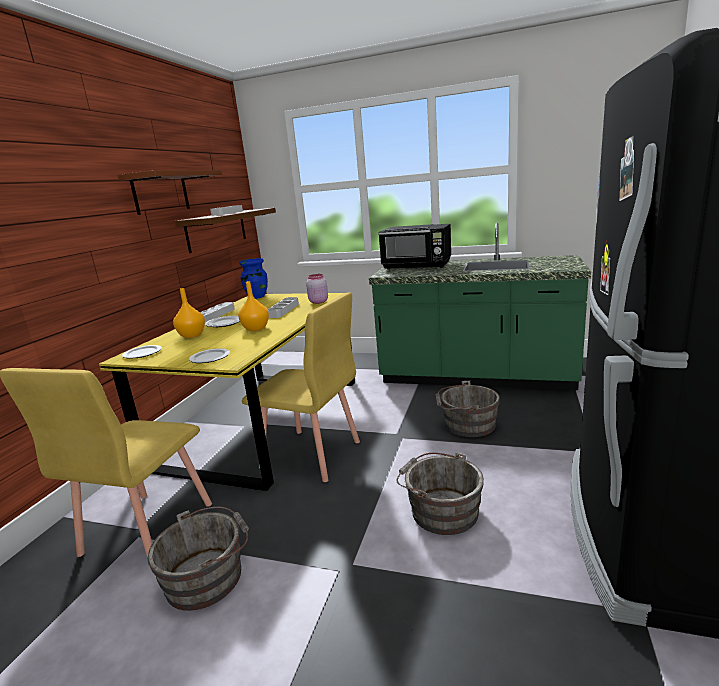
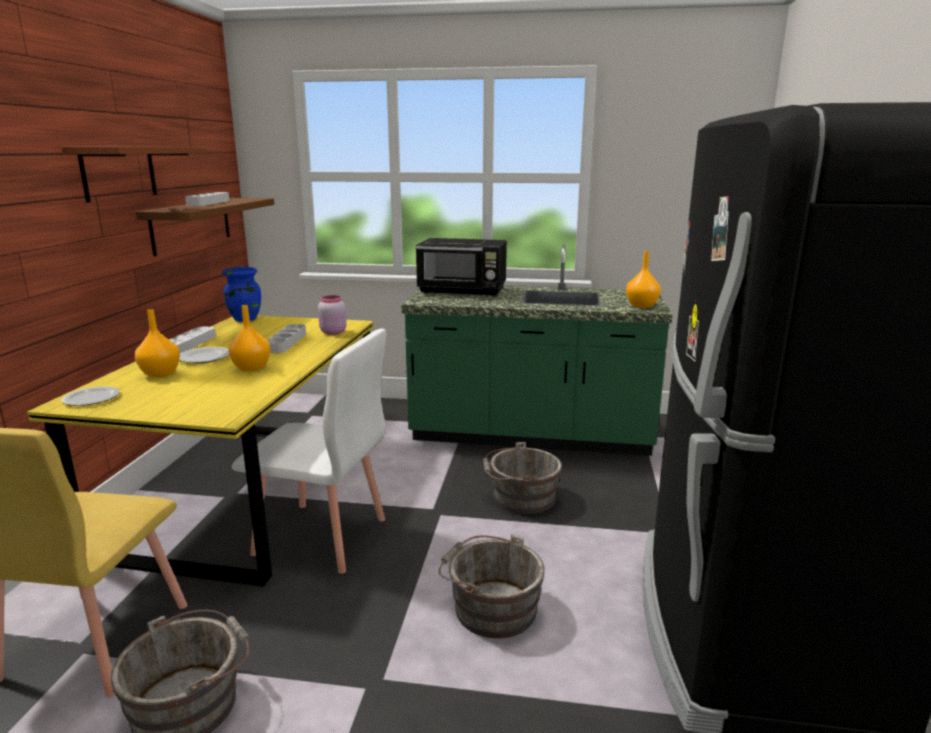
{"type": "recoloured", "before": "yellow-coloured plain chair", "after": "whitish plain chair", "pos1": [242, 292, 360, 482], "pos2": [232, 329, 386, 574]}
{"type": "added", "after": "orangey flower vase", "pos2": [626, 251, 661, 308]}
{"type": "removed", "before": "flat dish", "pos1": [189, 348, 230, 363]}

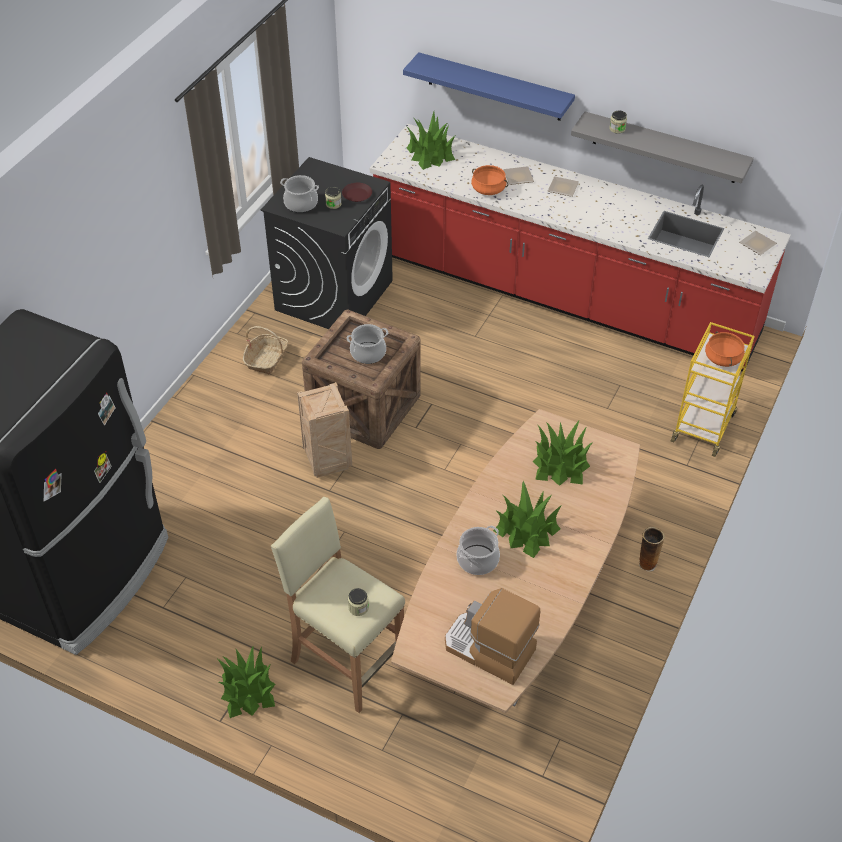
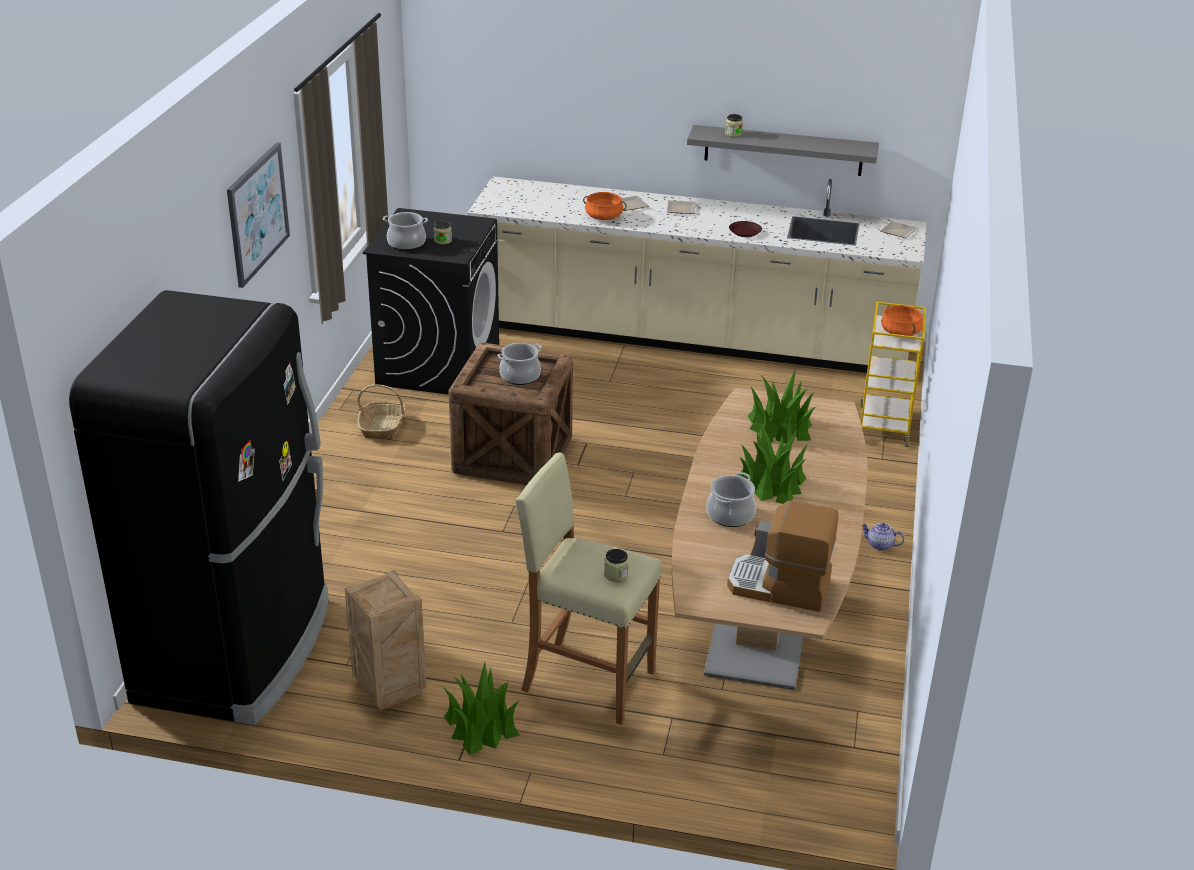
{"type": "added", "after": "wall art", "pos2": [227, 142, 290, 288]}
{"type": "moved", "before": "packing crate", "pos1": [297, 382, 352, 478], "pos2": [345, 569, 427, 710]}
{"type": "recoloured", "before": "red-coloured counter", "after": "sand-coloured counter", "pos1": [370, 124, 790, 371], "pos2": [467, 176, 926, 373]}
{"type": "moved", "before": "brown-coloured flat dish", "pos1": [342, 183, 372, 202], "pos2": [729, 221, 762, 237]}
{"type": "replaced", "before": "flower vase", "after": "teapot", "pos1": [639, 527, 665, 572], "pos2": [863, 523, 904, 551]}
{"type": "removed", "before": "blue-coloured shelf", "pos1": [403, 52, 575, 121]}
{"type": "removed", "before": "houseplant", "pos1": [406, 112, 455, 170]}

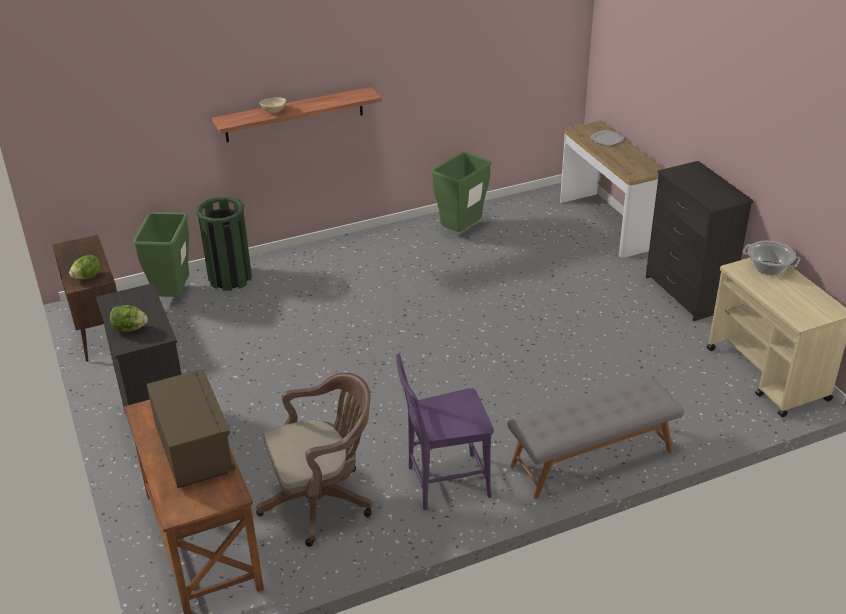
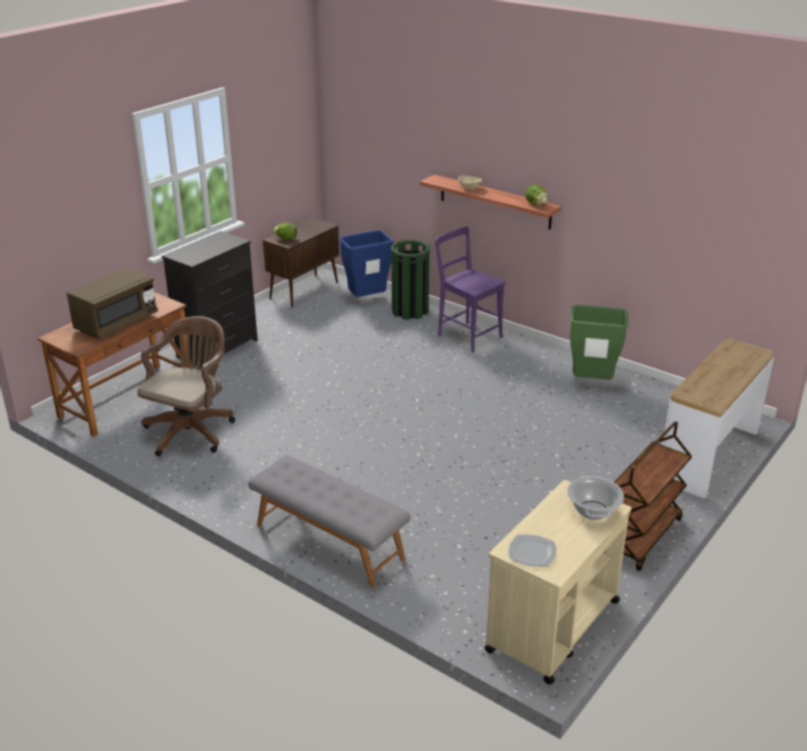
{"type": "turned", "before": "brown-coloured desk chair", "pos1": [256, 373, 372, 547], "pos2": [137, 316, 235, 456], "turn": -105}
{"type": "recoloured", "before": "green rubbish bin", "after": "blue-coloured rubbish bin", "pos1": [133, 212, 189, 297], "pos2": [339, 230, 393, 297]}
{"type": "moved", "before": "purple-coloured plain chair", "pos1": [396, 354, 494, 510], "pos2": [435, 227, 506, 352]}
{"type": "moved", "before": "flat dish", "pos1": [589, 130, 624, 146], "pos2": [509, 534, 556, 567]}
{"type": "moved", "before": "lettuce", "pos1": [110, 305, 148, 332], "pos2": [525, 184, 548, 205]}
{"type": "replaced", "before": "black-coloured dresser", "after": "brown-coloured wheeled cart", "pos1": [646, 161, 754, 321], "pos2": [614, 421, 692, 571]}

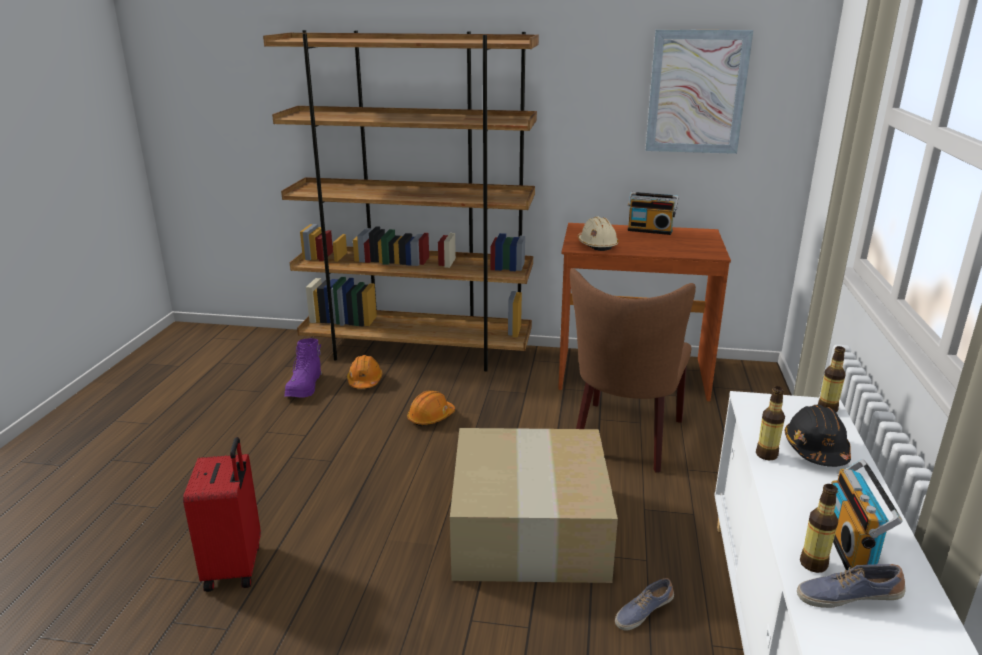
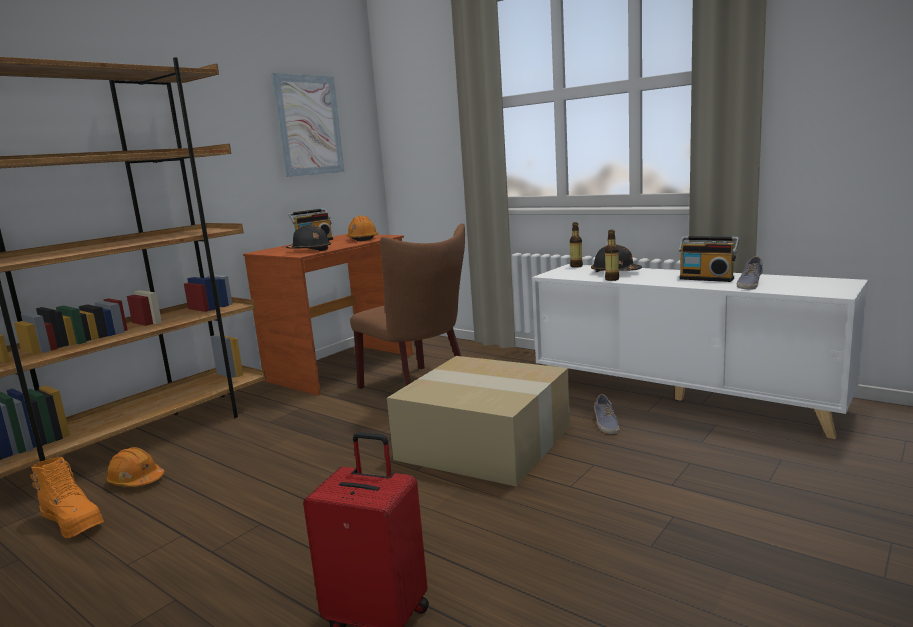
{"type": "recoloured", "before": "purple-coloured high-top boot", "after": "orangey high-top boot", "pos1": [284, 338, 322, 398], "pos2": [30, 457, 104, 538]}
{"type": "recoloured", "before": "sand-coloured hard hat", "after": "black-coloured hard hat", "pos1": [578, 217, 619, 251], "pos2": [286, 225, 331, 251]}
{"type": "moved", "before": "orangey hard hat", "pos1": [407, 390, 455, 427], "pos2": [346, 215, 378, 241]}
{"type": "removed", "before": "beverage bottle", "pos1": [800, 484, 838, 573]}

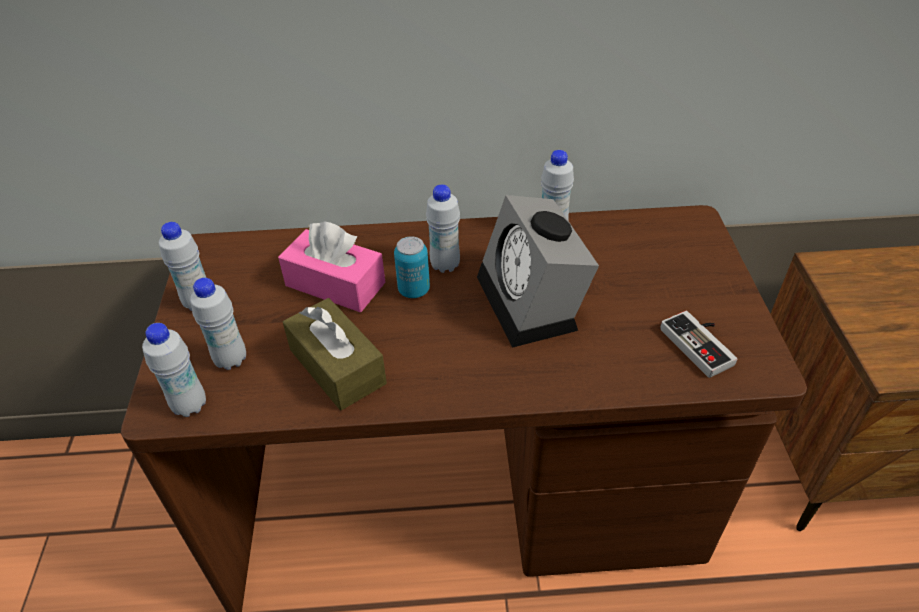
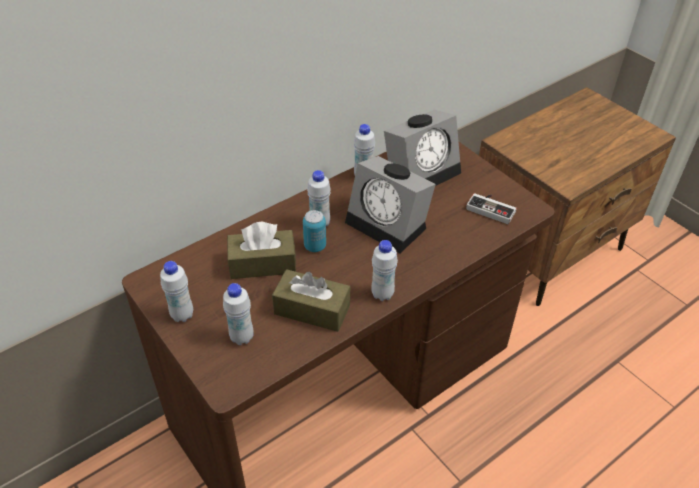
{"type": "recoloured", "before": "pink-coloured tissue holder", "after": "brown-coloured tissue holder", "pos1": [278, 221, 385, 312], "pos2": [227, 222, 296, 279]}
{"type": "moved", "before": "whitish beverage bottle", "pos1": [142, 323, 206, 417], "pos2": [371, 240, 398, 301]}
{"type": "added", "after": "alarm clock", "pos2": [384, 109, 461, 186]}

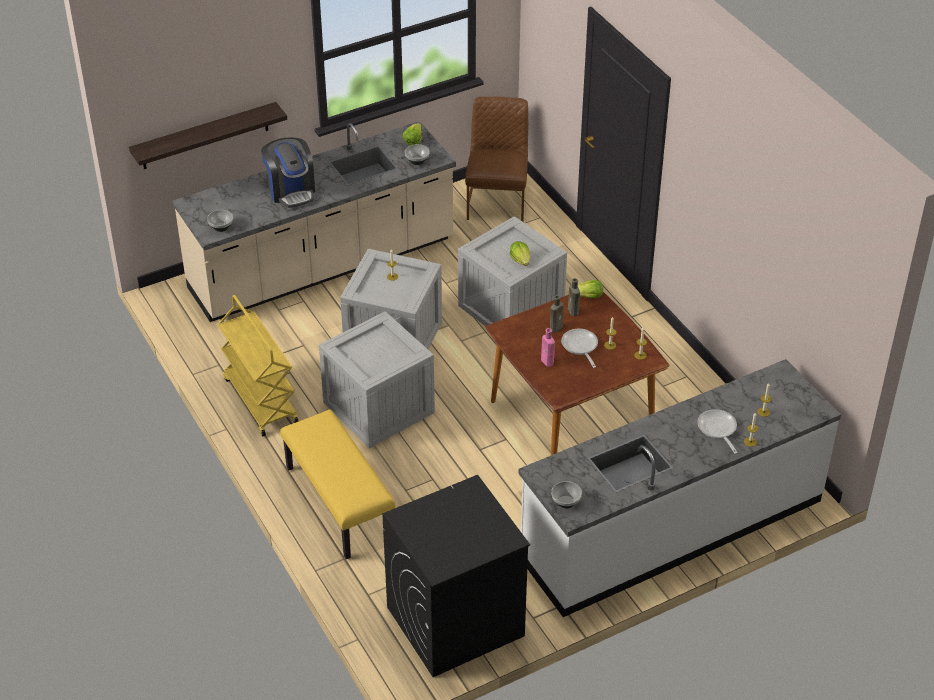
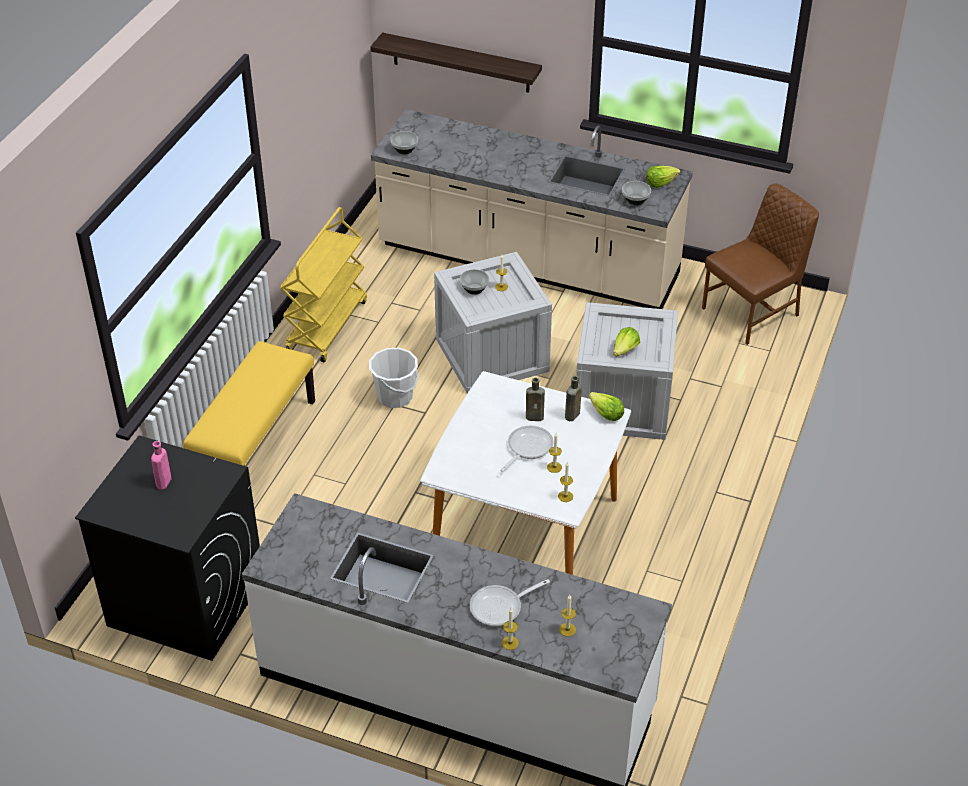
{"type": "moved", "before": "pink-coloured beverage bottle", "pos1": [541, 328, 555, 367], "pos2": [151, 441, 172, 490]}
{"type": "replaced", "before": "packing crate", "after": "whitish water bucket", "pos1": [319, 311, 435, 448], "pos2": [369, 348, 418, 408]}
{"type": "recoloured", "before": "brown-coloured dinner table", "after": "whitish dinner table", "pos1": [485, 292, 670, 455], "pos2": [420, 371, 631, 575]}
{"type": "moved", "before": "bowl", "pos1": [551, 481, 582, 508], "pos2": [460, 269, 489, 295]}
{"type": "turned", "before": "frying pan", "pos1": [697, 409, 738, 454], "pos2": [470, 579, 550, 626], "turn": -150}
{"type": "removed", "before": "coffee brewer", "pos1": [261, 138, 315, 208]}

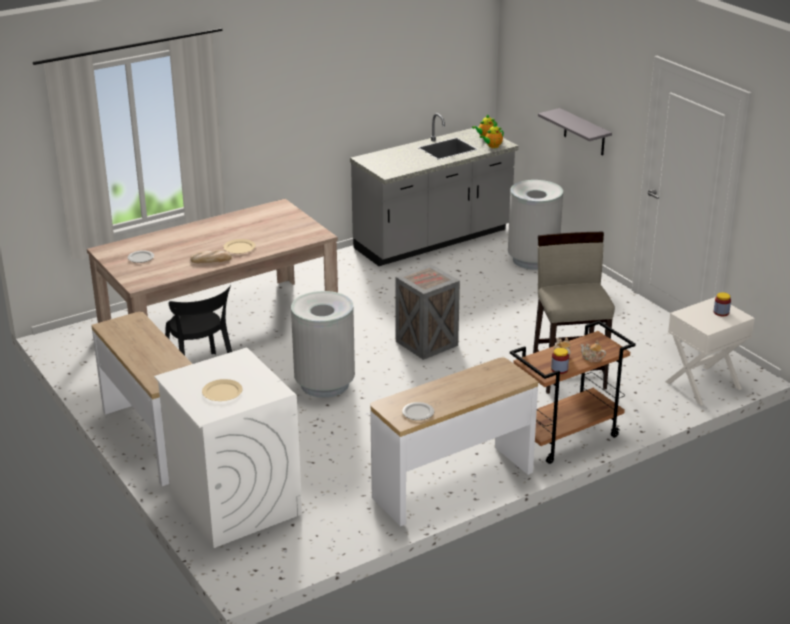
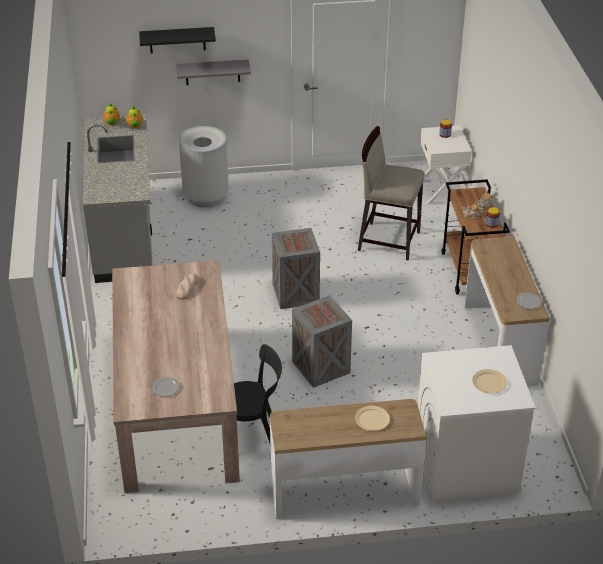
{"type": "added", "after": "black-coloured shelf", "pos2": [139, 27, 216, 54]}
{"type": "moved", "before": "baked bread", "pos1": [190, 250, 232, 263], "pos2": [175, 274, 198, 300]}
{"type": "replaced", "before": "grey rubbish bin", "after": "packing crate", "pos1": [291, 291, 355, 398], "pos2": [292, 296, 352, 388]}
{"type": "moved", "before": "sand-coloured flat dish", "pos1": [223, 239, 256, 254], "pos2": [355, 406, 390, 431]}

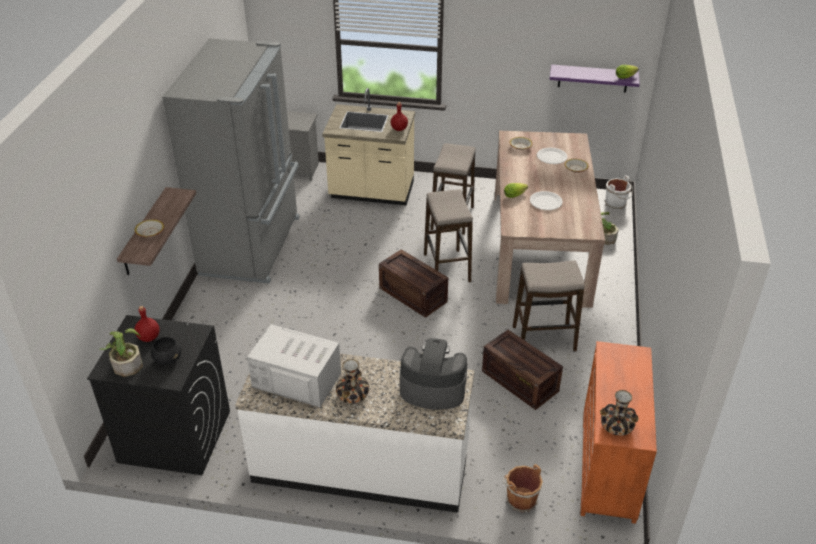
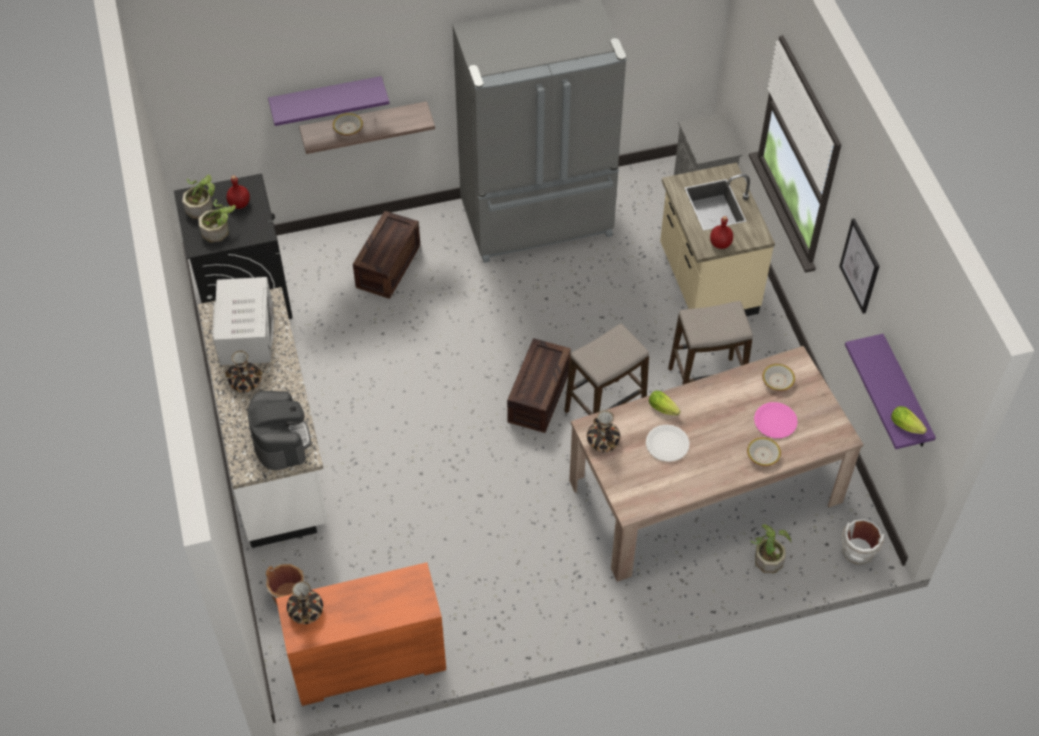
{"type": "replaced", "before": "black-coloured bowl", "after": "houseplant", "pos1": [151, 337, 182, 365], "pos2": [198, 199, 236, 242]}
{"type": "added", "after": "purple-coloured shelf", "pos2": [268, 76, 389, 126]}
{"type": "moved", "before": "packing crate", "pos1": [482, 330, 563, 410], "pos2": [353, 211, 420, 299]}
{"type": "added", "after": "flower vase", "pos2": [587, 411, 620, 452]}
{"type": "recoloured", "before": "whitish flat dish", "after": "pink-coloured flat dish", "pos1": [537, 148, 567, 164], "pos2": [754, 402, 798, 438]}
{"type": "added", "after": "wall art", "pos2": [839, 218, 879, 314]}
{"type": "removed", "before": "sitting stool", "pos1": [513, 261, 585, 351]}

